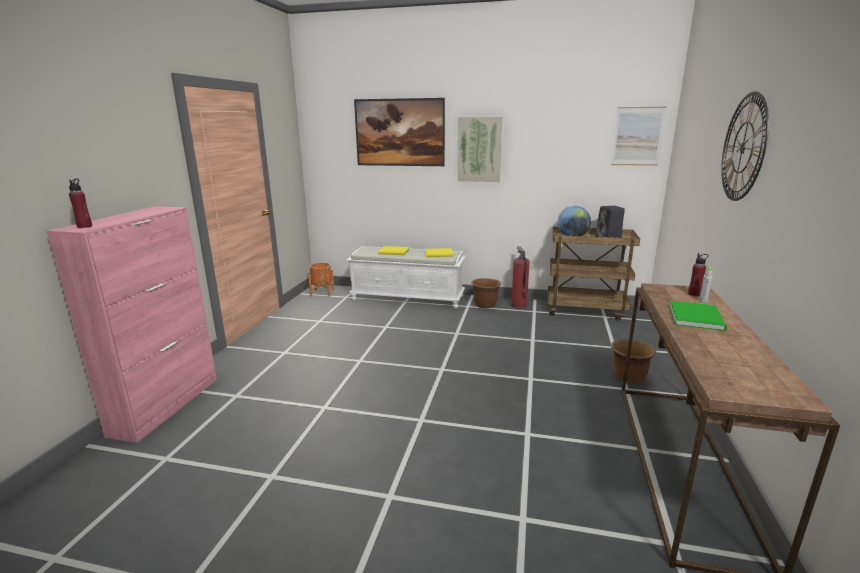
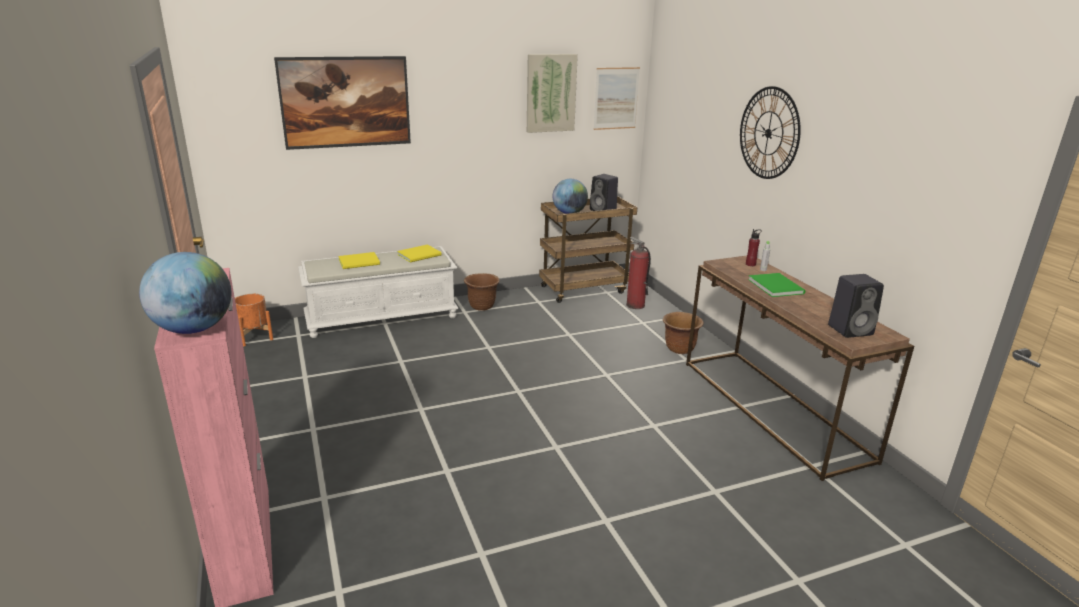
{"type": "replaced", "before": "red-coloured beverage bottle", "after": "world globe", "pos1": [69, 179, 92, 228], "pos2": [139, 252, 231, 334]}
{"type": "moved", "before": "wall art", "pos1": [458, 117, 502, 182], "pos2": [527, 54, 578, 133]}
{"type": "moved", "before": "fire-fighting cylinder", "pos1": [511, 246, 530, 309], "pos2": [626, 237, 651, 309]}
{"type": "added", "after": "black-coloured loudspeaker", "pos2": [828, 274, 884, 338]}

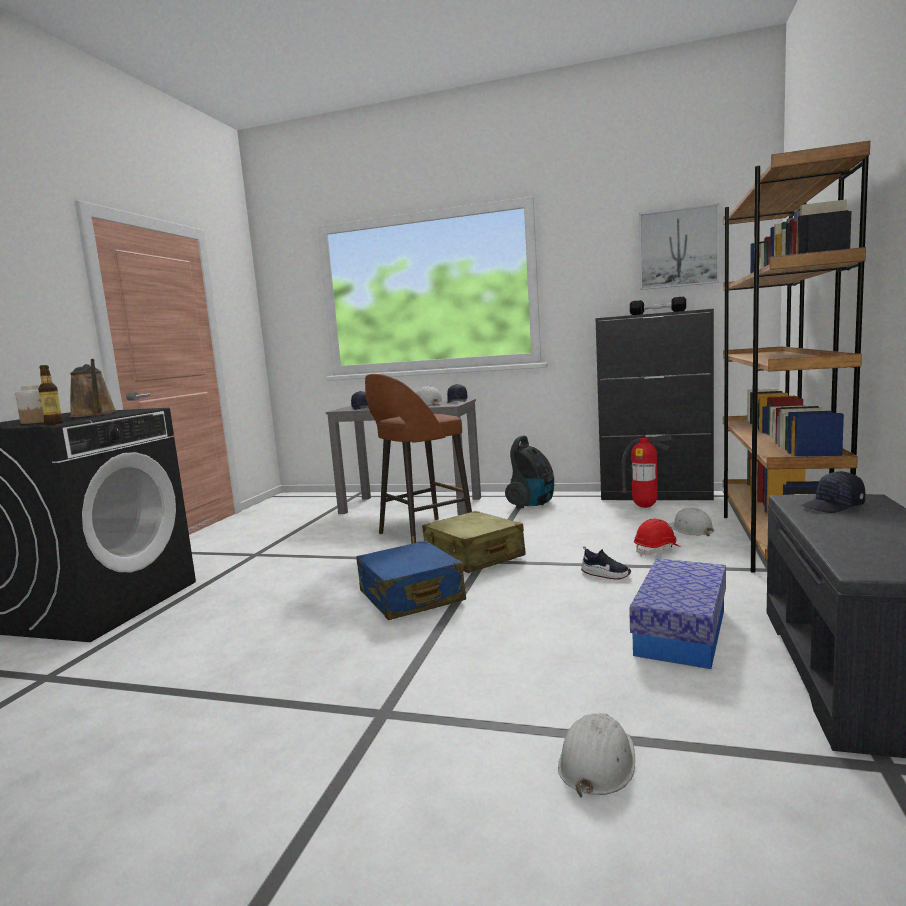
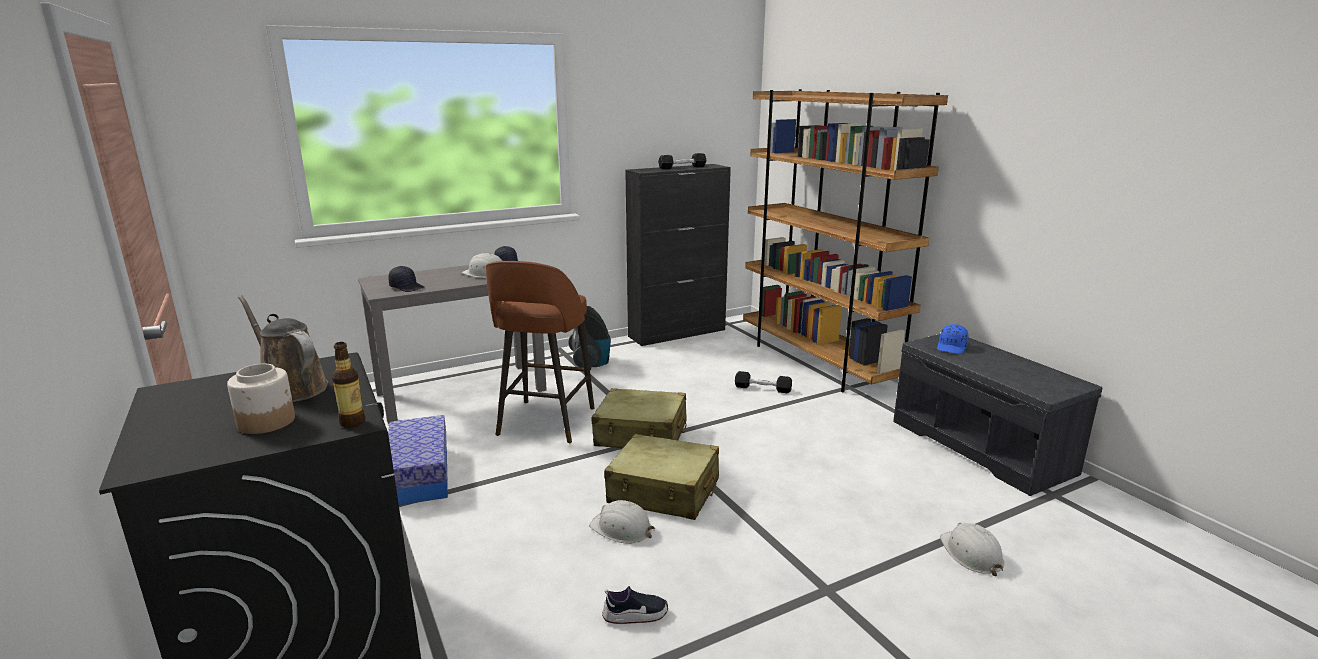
{"type": "turned", "before": "brown-coloured sprinkling can", "pos1": [70, 359, 116, 417], "pos2": [238, 295, 328, 402], "turn": -150}
{"type": "moved", "before": "storage bin", "pos1": [629, 558, 726, 669], "pos2": [388, 415, 448, 505]}
{"type": "moved", "before": "whitish hard hat", "pos1": [668, 508, 714, 536], "pos2": [589, 500, 655, 544]}
{"type": "moved", "before": "shoe", "pos1": [581, 546, 631, 579], "pos2": [602, 586, 668, 624]}
{"type": "recoloured", "before": "blue-coloured suitcase", "after": "sand-coloured suitcase", "pos1": [356, 541, 466, 620], "pos2": [604, 434, 719, 520]}
{"type": "replaced", "before": "red-coloured hard hat", "after": "black-coloured hand weight", "pos1": [634, 518, 681, 556], "pos2": [735, 371, 792, 393]}
{"type": "recoloured", "before": "black-coloured baseball cap", "after": "blue-coloured baseball cap", "pos1": [801, 471, 865, 513], "pos2": [937, 324, 969, 354]}
{"type": "removed", "before": "fire-fighting cylinder", "pos1": [621, 434, 673, 508]}
{"type": "removed", "before": "wall art", "pos1": [639, 203, 719, 290]}

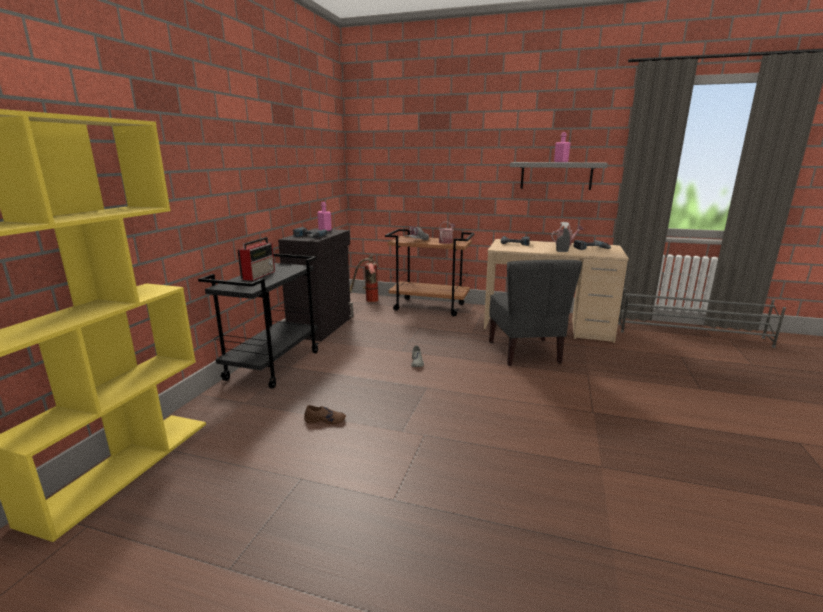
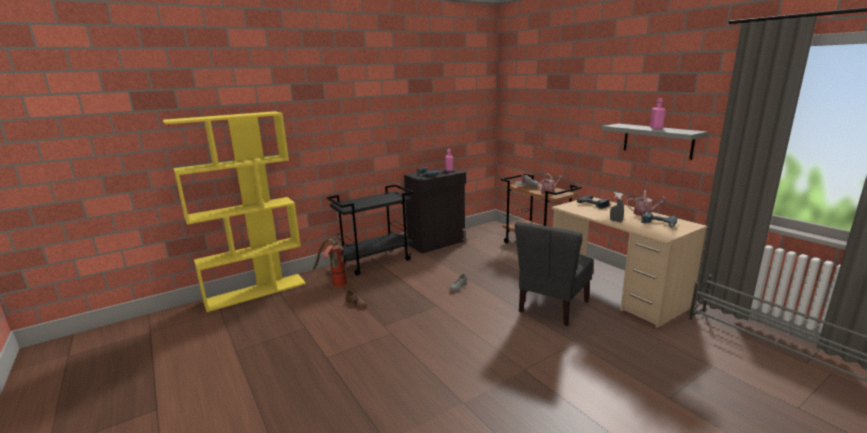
{"type": "moved", "before": "fire-fighting cylinder", "pos1": [350, 255, 379, 302], "pos2": [312, 236, 347, 287]}
{"type": "removed", "before": "radio", "pos1": [237, 237, 275, 281]}

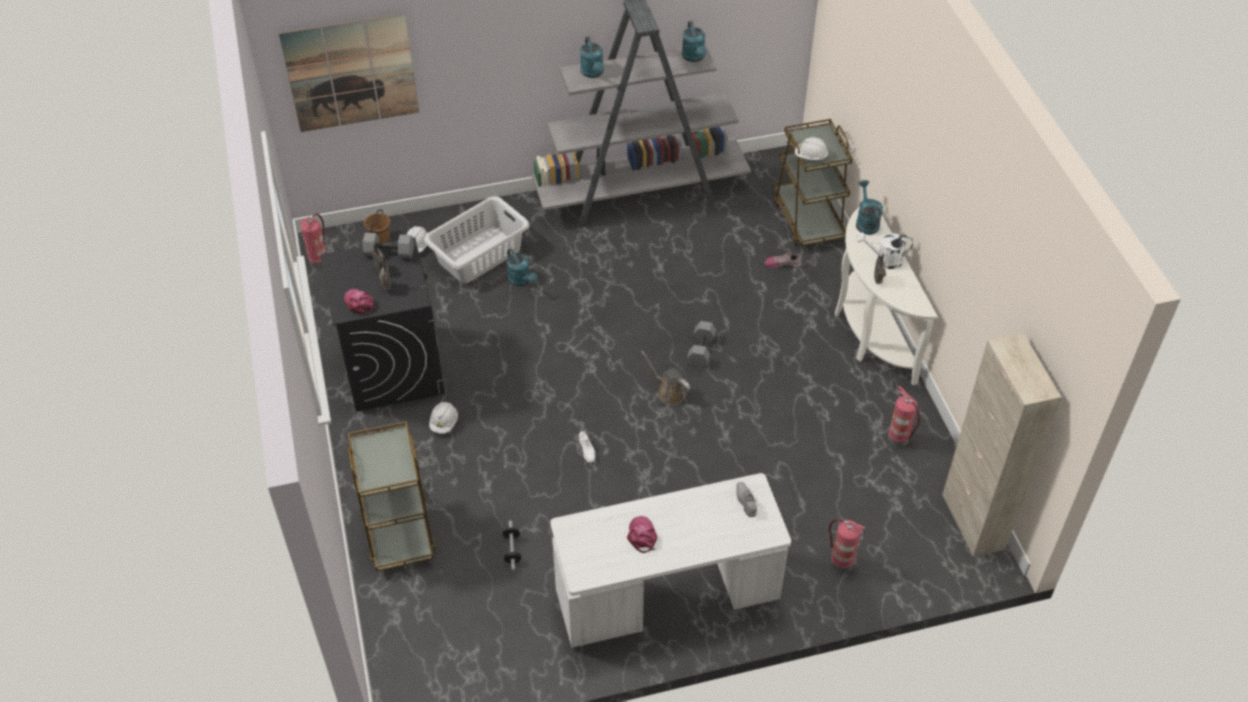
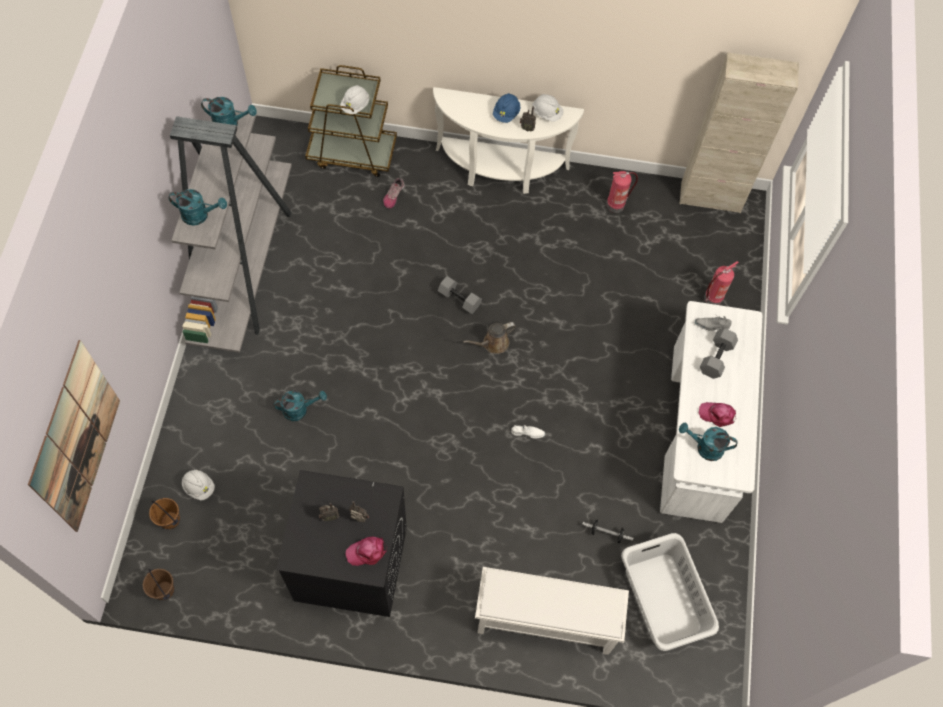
{"type": "replaced", "before": "fire-fighting cylinder", "after": "brown-coloured water bucket", "pos1": [299, 214, 327, 268], "pos2": [143, 569, 175, 600]}
{"type": "replaced", "before": "brown-coloured wheeled cart", "after": "whitish shoe stand", "pos1": [347, 421, 435, 572], "pos2": [475, 567, 629, 655]}
{"type": "replaced", "before": "whitish sprinkling can", "after": "blue-coloured hard hat", "pos1": [856, 232, 913, 269], "pos2": [493, 93, 520, 123]}
{"type": "moved", "before": "whitish hard hat", "pos1": [429, 402, 458, 434], "pos2": [532, 94, 564, 121]}
{"type": "moved", "before": "grey hamper", "pos1": [424, 196, 529, 283], "pos2": [621, 533, 719, 651]}
{"type": "moved", "before": "turquoise-coloured sprinkling can", "pos1": [856, 180, 883, 235], "pos2": [679, 423, 738, 461]}
{"type": "moved", "before": "grey hand weight", "pos1": [363, 233, 414, 258], "pos2": [700, 328, 738, 379]}

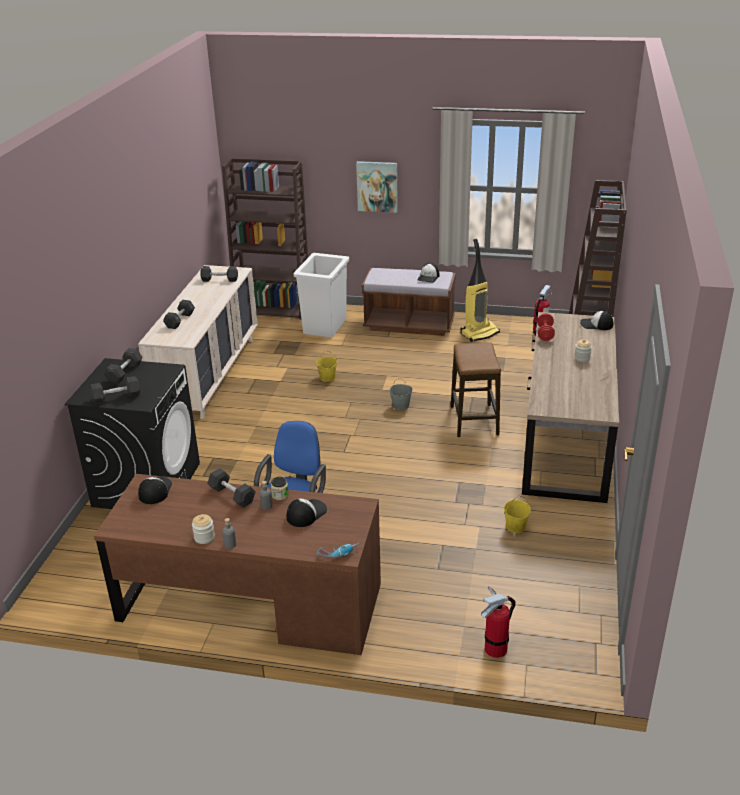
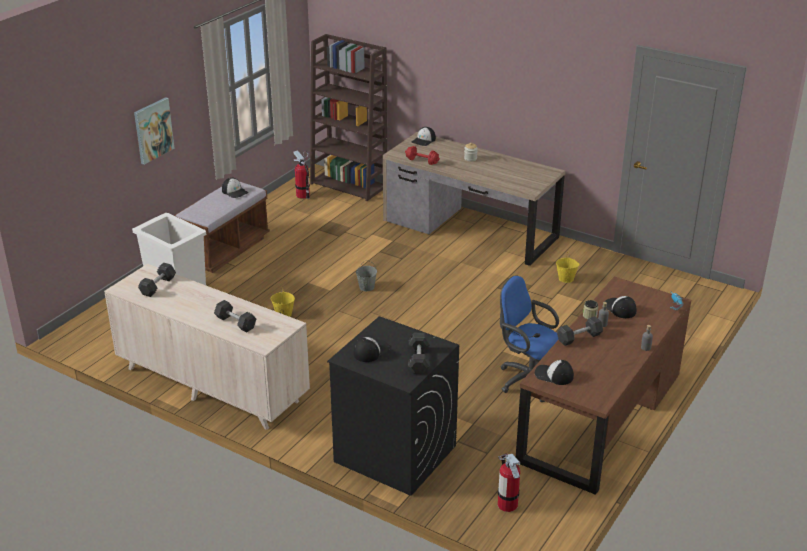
{"type": "replaced", "before": "grey hand weight", "after": "baseball cap", "pos1": [104, 348, 143, 384], "pos2": [353, 337, 390, 362]}
{"type": "moved", "before": "fire-fighting cylinder", "pos1": [481, 586, 516, 658], "pos2": [498, 453, 520, 512]}
{"type": "removed", "before": "jar", "pos1": [192, 514, 215, 544]}
{"type": "removed", "before": "brown-coloured shelving unit", "pos1": [222, 158, 308, 320]}
{"type": "removed", "before": "sitting stool", "pos1": [451, 343, 501, 437]}
{"type": "removed", "before": "hoover", "pos1": [461, 239, 500, 342]}

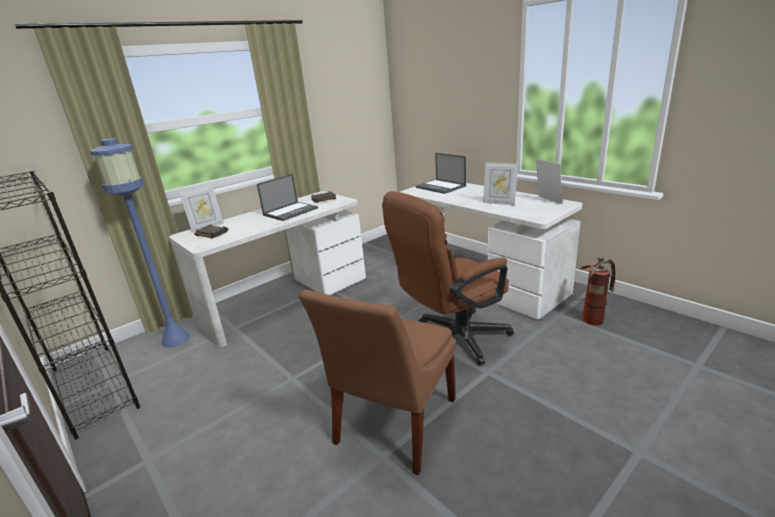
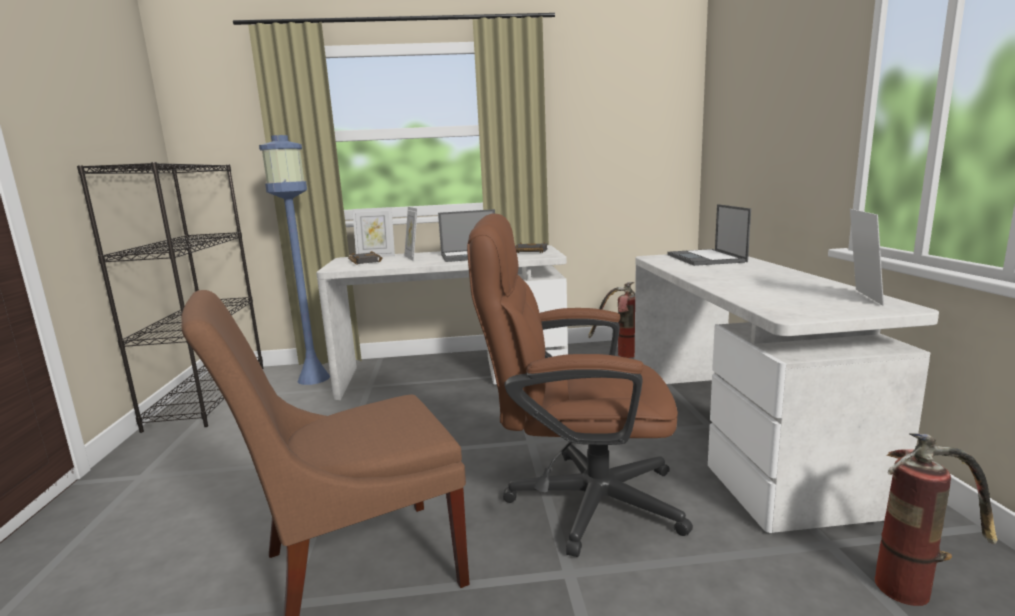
{"type": "moved", "before": "photo frame", "pos1": [483, 162, 518, 206], "pos2": [404, 207, 418, 261]}
{"type": "added", "after": "fire-fighting cylinder", "pos2": [588, 282, 635, 358]}

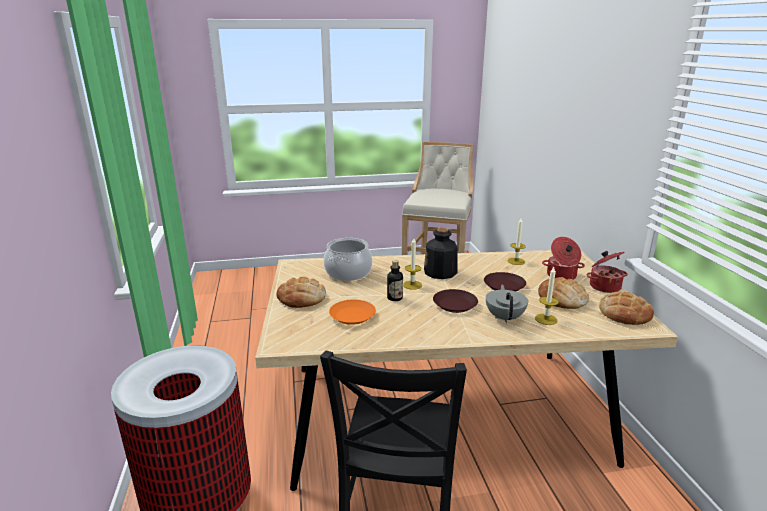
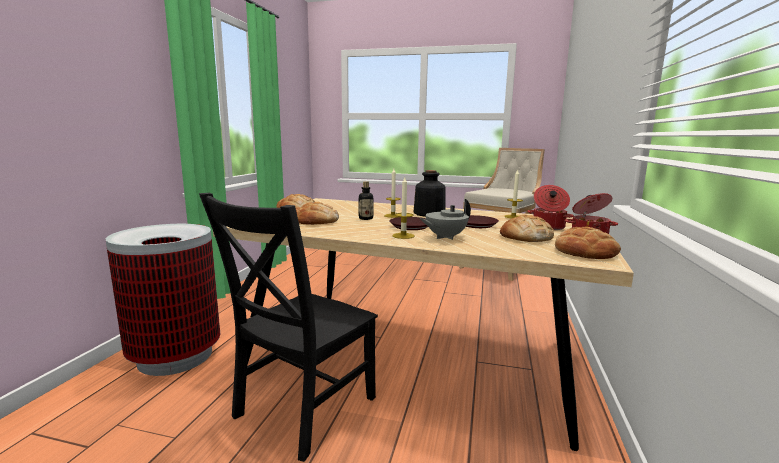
{"type": "replaced", "before": "orangey flat dish", "after": "baked bread", "pos1": [329, 299, 376, 325], "pos2": [296, 202, 339, 225]}
{"type": "moved", "before": "wax candle", "pos1": [535, 267, 559, 325], "pos2": [392, 177, 415, 239]}
{"type": "turned", "before": "grey teapot", "pos1": [486, 285, 528, 323], "pos2": [420, 199, 471, 240], "turn": -150}
{"type": "removed", "before": "saucepot", "pos1": [324, 238, 372, 281]}

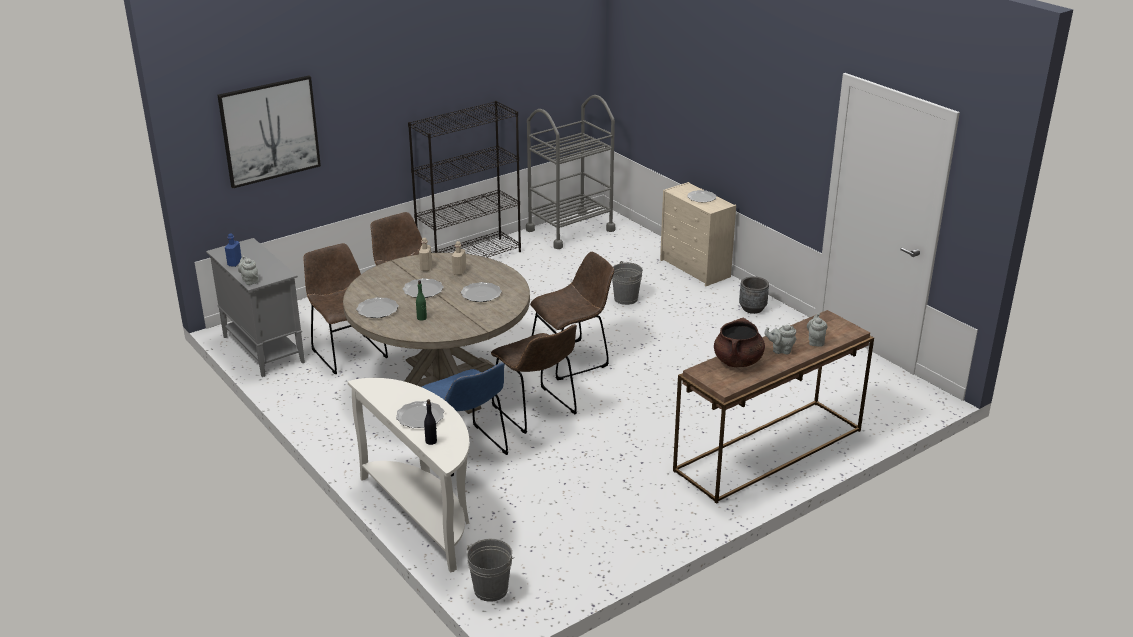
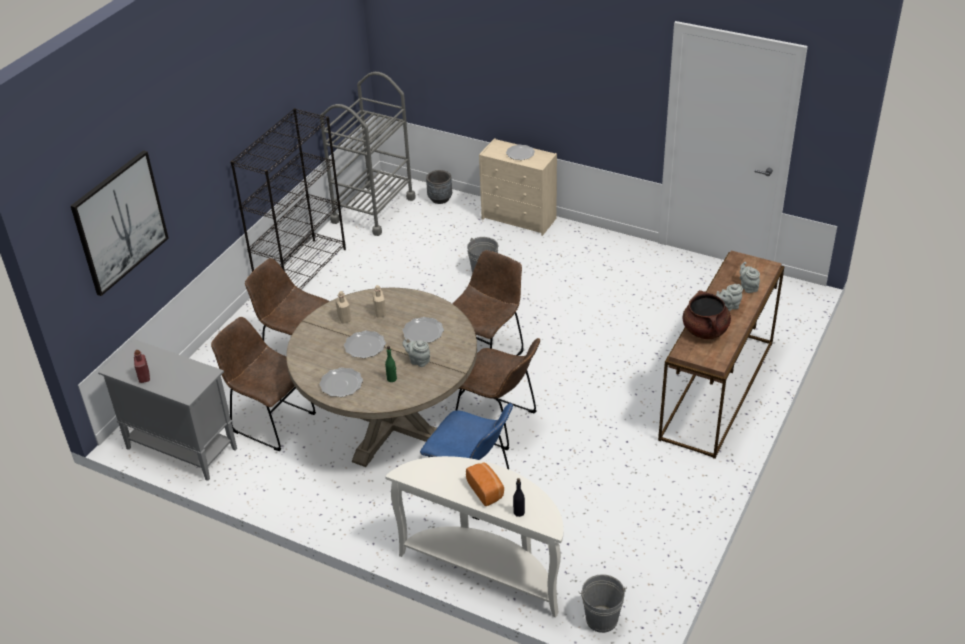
{"type": "recoloured", "before": "blue-coloured beverage bottle", "after": "red-coloured beverage bottle", "pos1": [225, 233, 242, 267], "pos2": [134, 350, 150, 383]}
{"type": "moved", "before": "grey teapot", "pos1": [238, 256, 259, 285], "pos2": [402, 338, 430, 367]}
{"type": "moved", "before": "grey flower pot", "pos1": [739, 276, 769, 314], "pos2": [426, 170, 452, 204]}
{"type": "replaced", "before": "flat dish", "after": "baked bread", "pos1": [396, 401, 444, 428], "pos2": [466, 462, 504, 506]}

